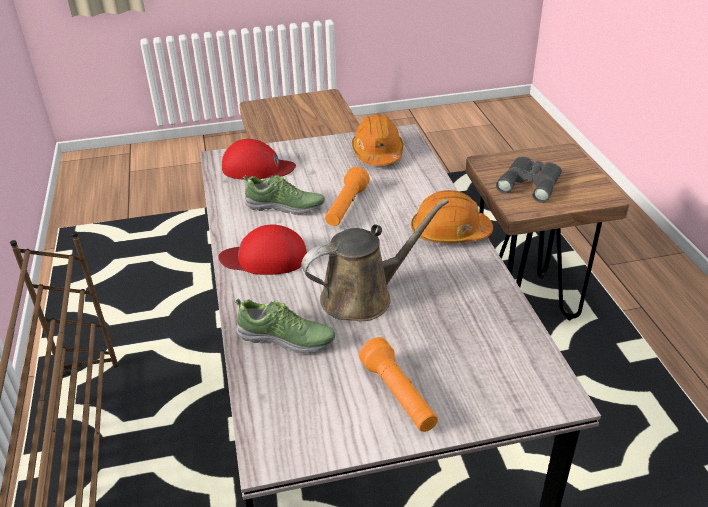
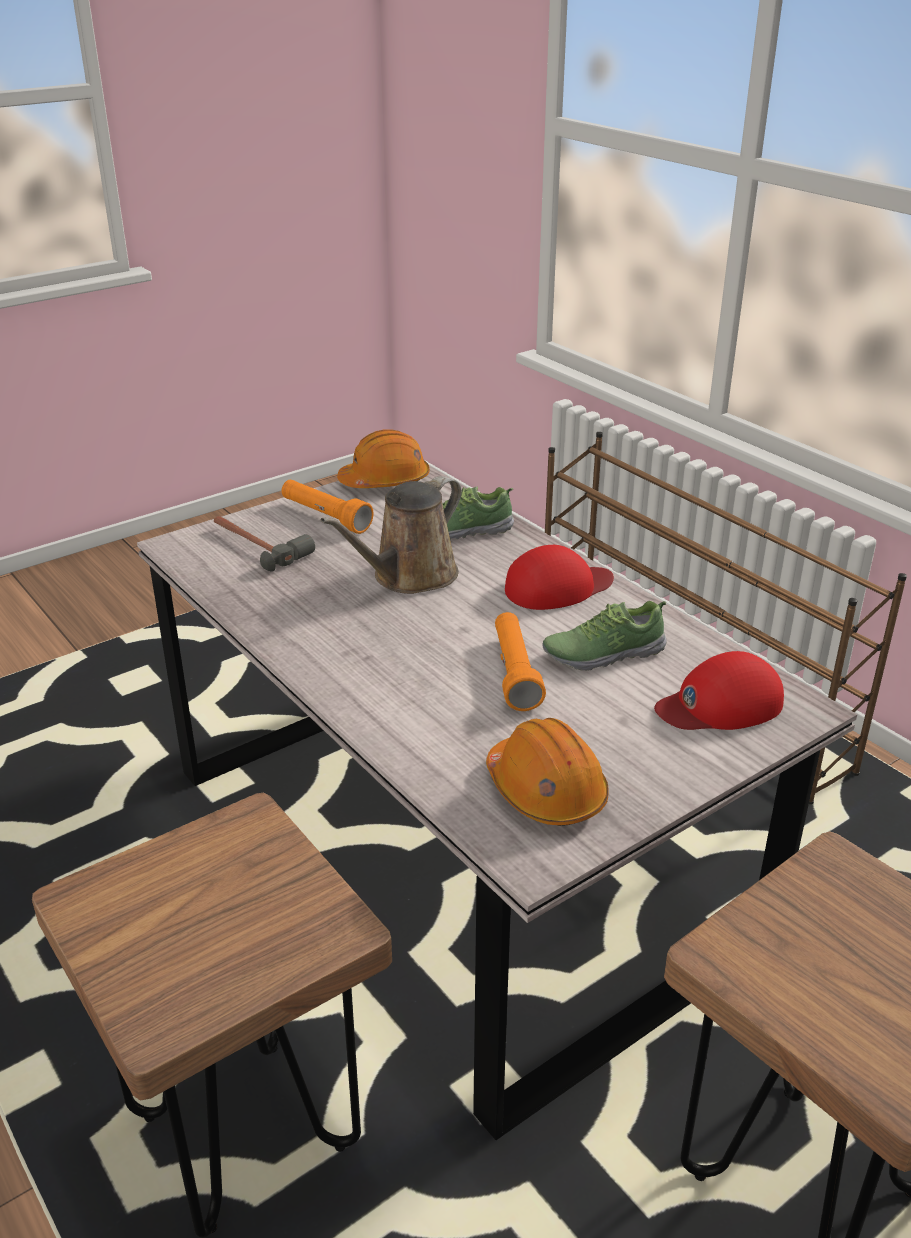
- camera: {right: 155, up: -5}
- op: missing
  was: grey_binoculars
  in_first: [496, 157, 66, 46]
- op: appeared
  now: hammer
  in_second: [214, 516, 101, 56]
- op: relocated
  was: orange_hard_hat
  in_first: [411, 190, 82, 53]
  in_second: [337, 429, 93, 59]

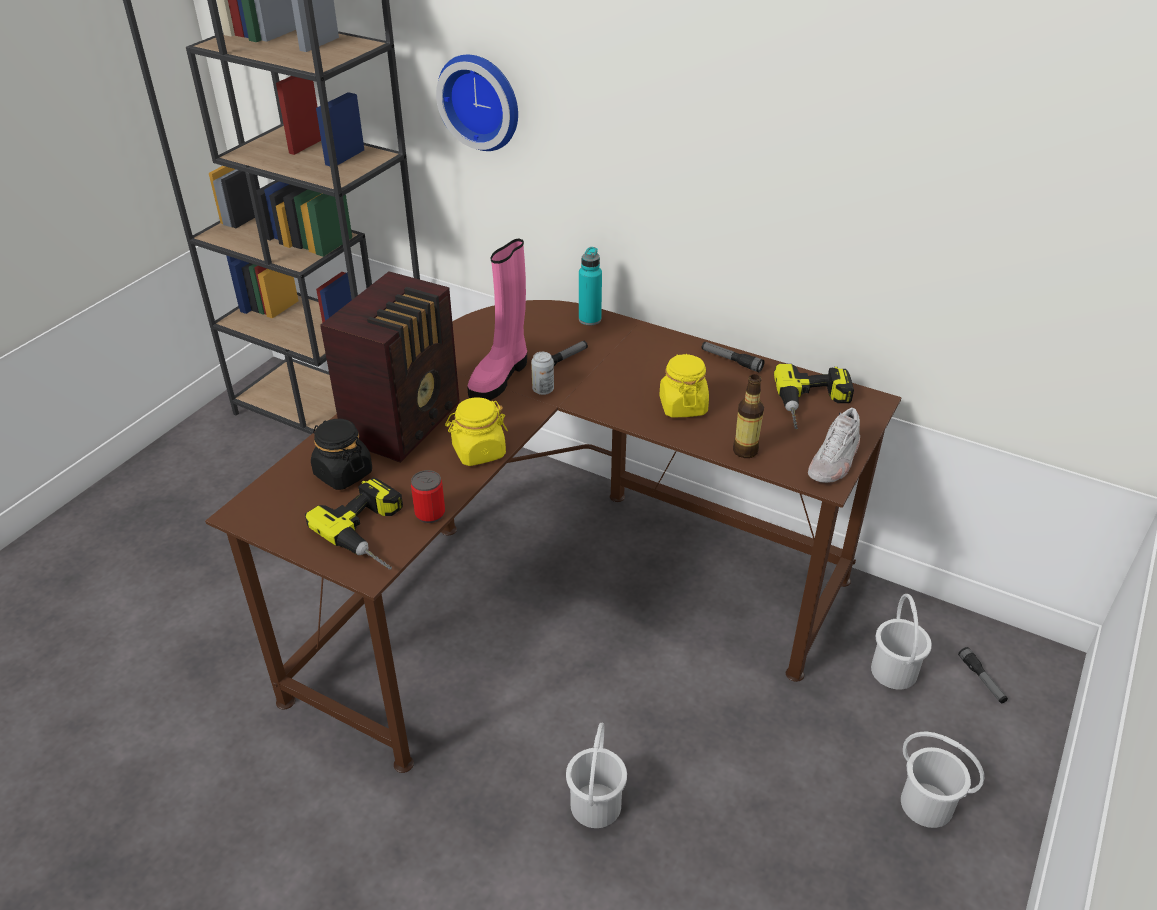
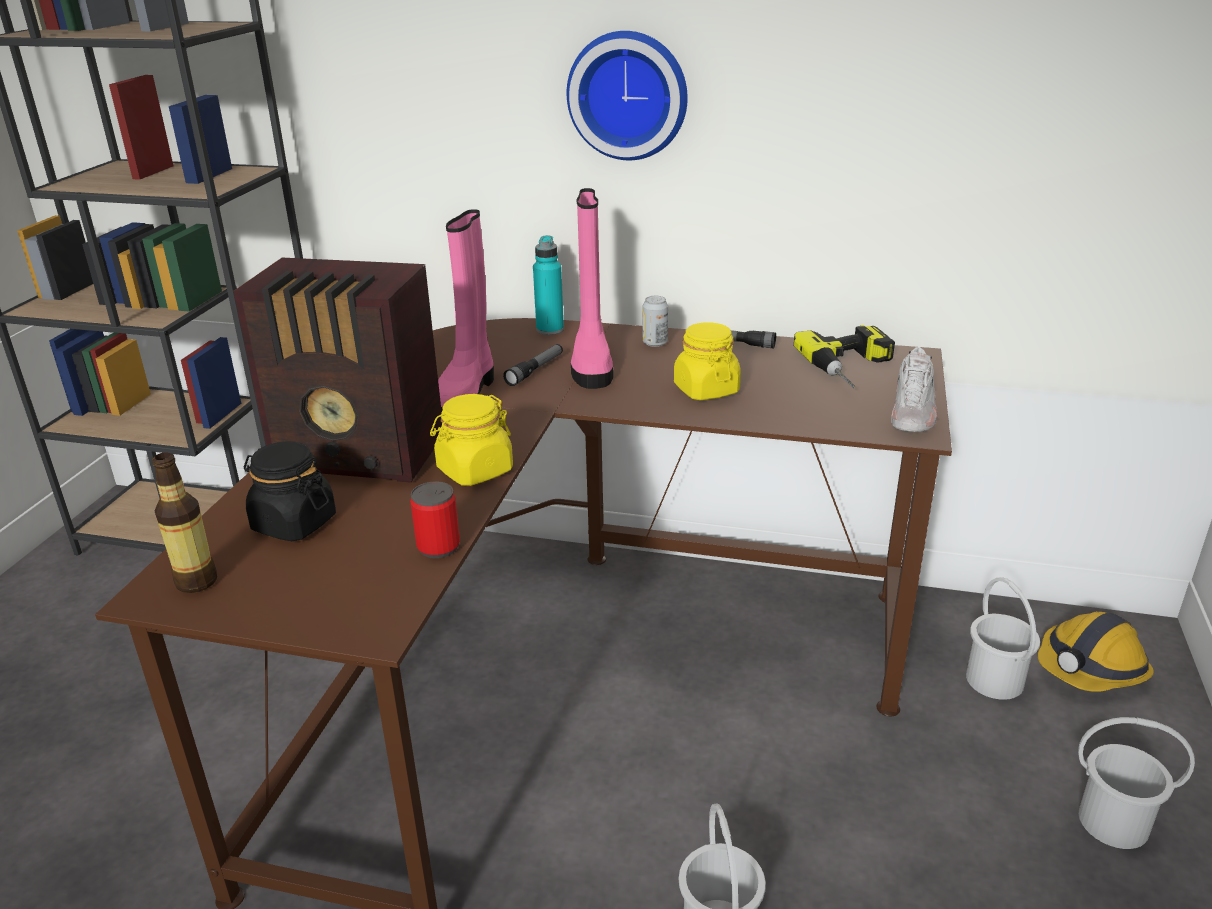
- camera: {right: -15, up: -10}
- op: missing
  was: power_drill
  in_first: [305, 478, 98, 92]
- op: appeared
  now: pink_boot
  in_second: [571, 188, 42, 201]
- op: relocated
  was: wall_clock
  in_first: [436, 55, 82, 96]
  in_second: [567, 31, 121, 129]
- op: relocated
  was: can
  in_first: [531, 352, 23, 43]
  in_second: [643, 296, 25, 51]
- op: relocated
  was: bottle
  in_first: [733, 374, 31, 84]
  in_second: [152, 452, 65, 141]
- op: exchanged
  was: flashlight
  now: hard_hat
  in_first: [958, 647, 50, 56]
  in_second: [1038, 611, 116, 81]
- op: spun
  was: radio
  in_first: [320, 271, 140, 192]
  in_second: [233, 258, 209, 225]
  clockwise: 90

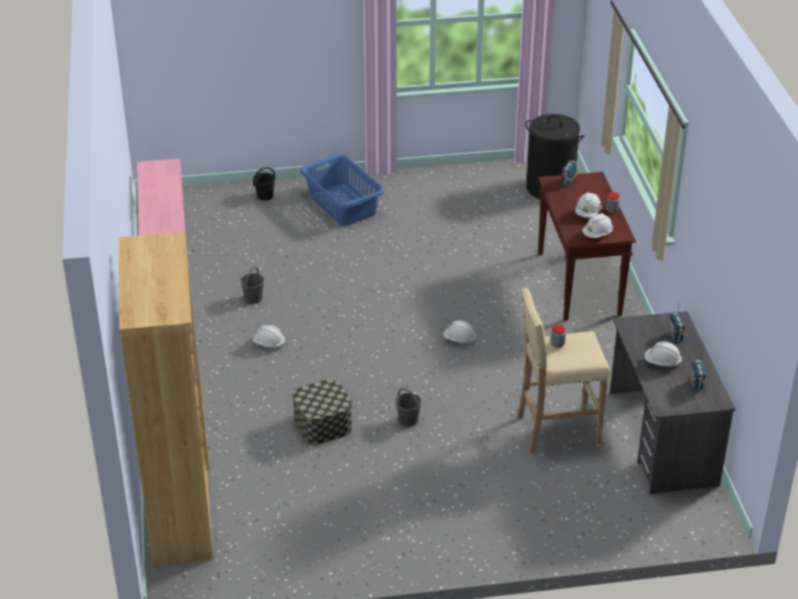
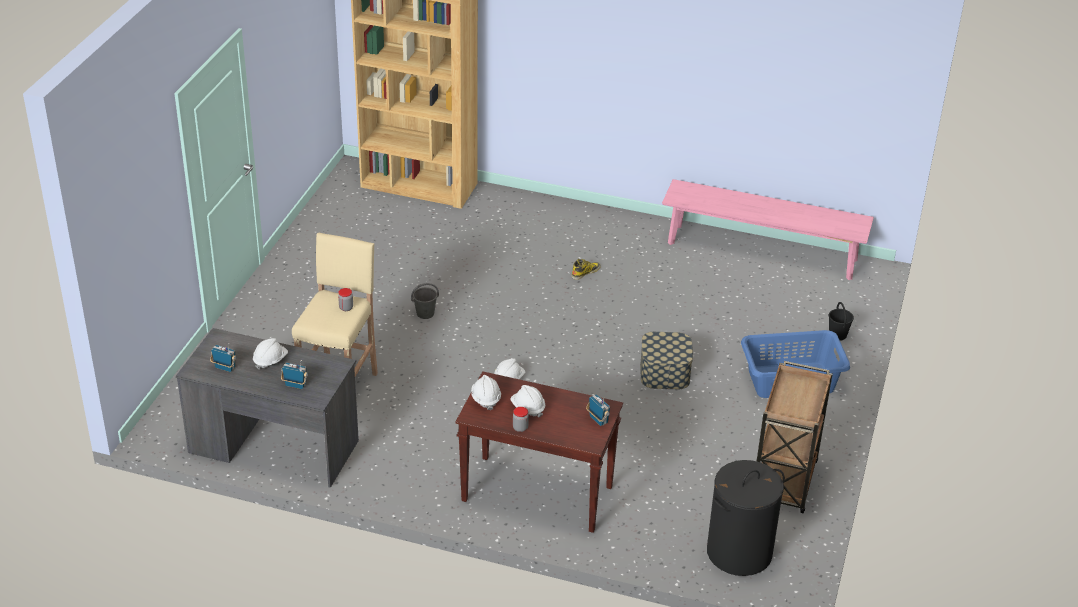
- camera: {right: 115, up: 0}
- op: missing
  was: grey_bucket
  in_first: [240, 267, 24, 37]
- op: appeared
  now: brown_cart
  in_second: [757, 361, 76, 152]
- op: relocated
  was: storage_box
  in_first: [292, 379, 60, 65]
  in_second: [640, 332, 53, 57]
- op: exchanged
  was: white_hard_hat
  now: boot
  in_first: [253, 325, 32, 23]
  in_second: [571, 259, 30, 21]

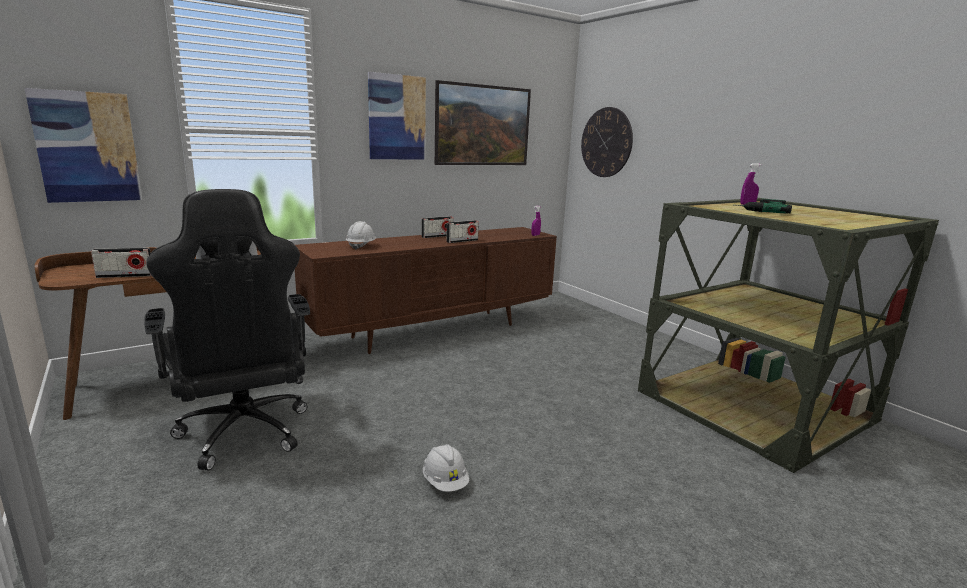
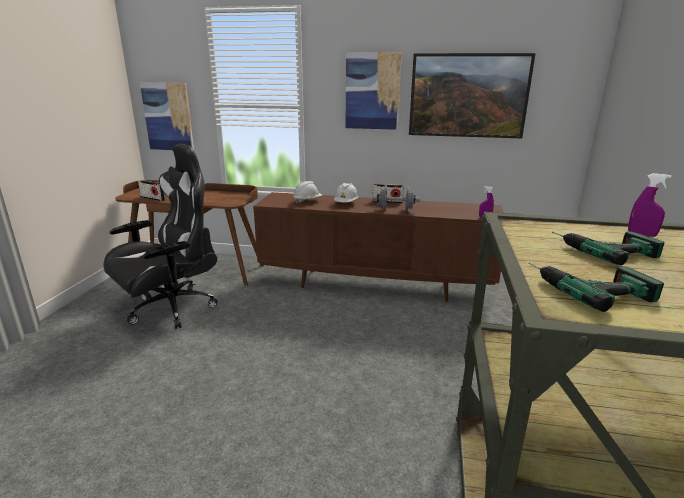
- camera: {right: 45, up: 5}
- op: missing
  was: wall_clock
  in_first: [581, 107, 52, 70]
- op: appeared
  now: power_drill
  in_second: [529, 263, 135, 49]
- op: relocated
  was: white_hard_hat
  in_first: [423, 444, 46, 48]
  in_second: [334, 183, 24, 19]
- op: exchanged
  was: radio
  now: grey_dumbbell
  in_first: [446, 220, 33, 23]
  in_second: [373, 186, 47, 26]
- op: spun
  was: black_office_chair
  in_first: [144, 189, 166, 281]
  in_second: [103, 144, 114, 185]
  clockwise: -150

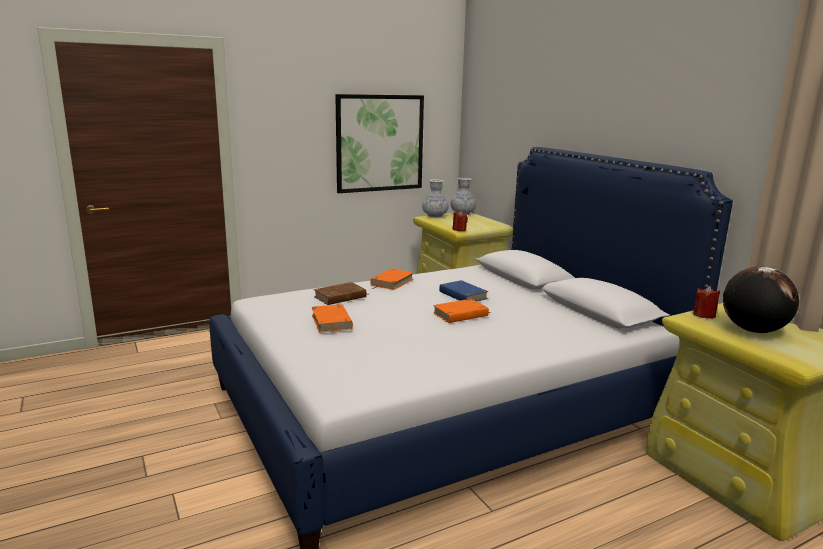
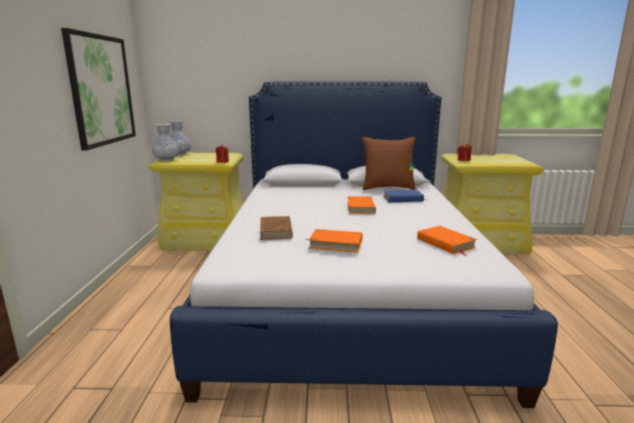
- camera: {right: -60, up: 0}
- op: missing
  was: globe
  in_first: [723, 266, 76, 67]
- op: appeared
  now: brown_pillow
  in_second: [362, 137, 54, 53]
- op: relocated
  was: orange_book
  in_first: [370, 269, 44, 21]
  in_second: [417, 226, 60, 30]
- op: relocated
  was: blue_book
  in_first: [439, 280, 50, 21]
  in_second: [383, 190, 41, 12]

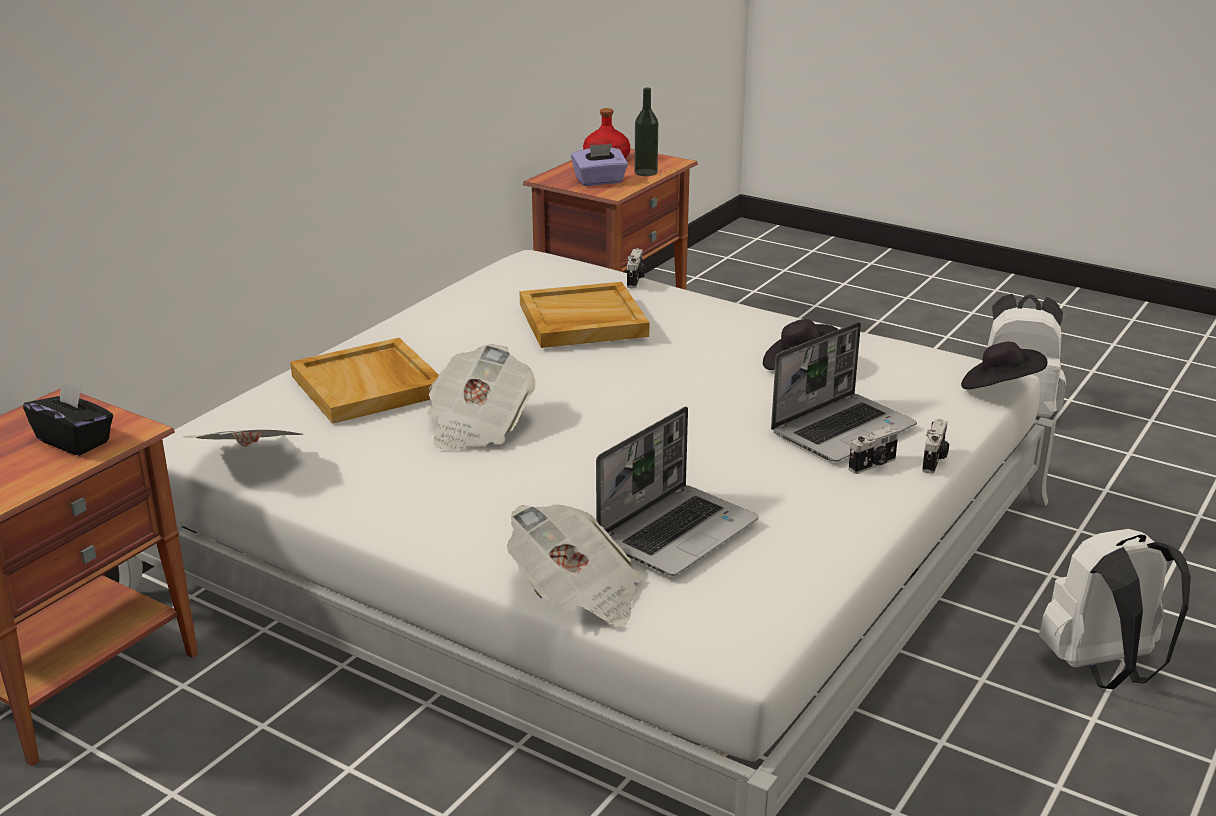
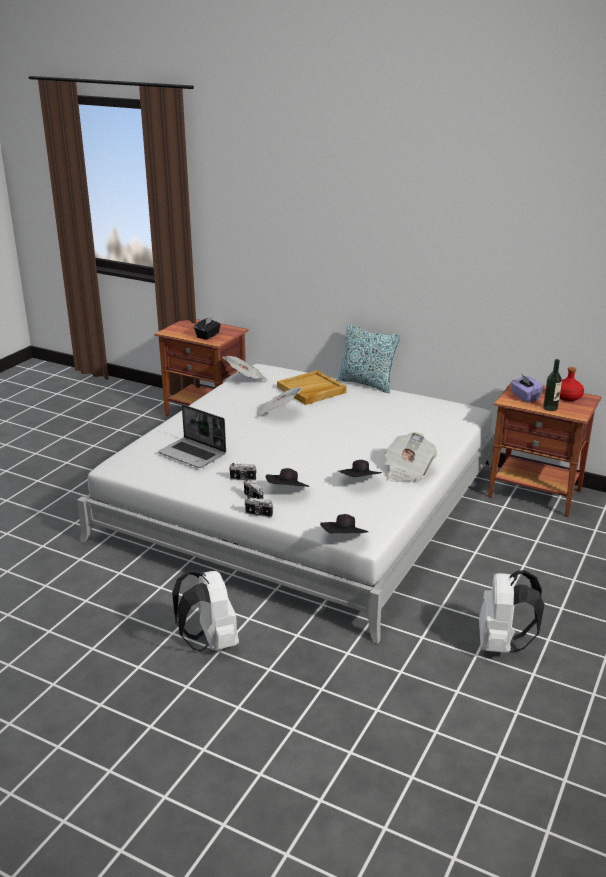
- camera: {right: 85, up: 0}
- op: missing
  was: beige_tray
  in_first: [519, 282, 131, 66]
- op: appeared
  now: pillow
  in_second: [336, 324, 65, 69]
- op: relocated
  was: newspaper
  in_first: [507, 504, 135, 122]
  in_second: [384, 432, 53, 50]
- op: relocated
  was: photo_camera
  in_first: [627, 248, 19, 40]
  in_second: [229, 463, 28, 18]
- op: exchanged
  was: laptop
  now: black_hat
  in_first: [771, 322, 146, 140]
  in_second: [266, 468, 43, 19]

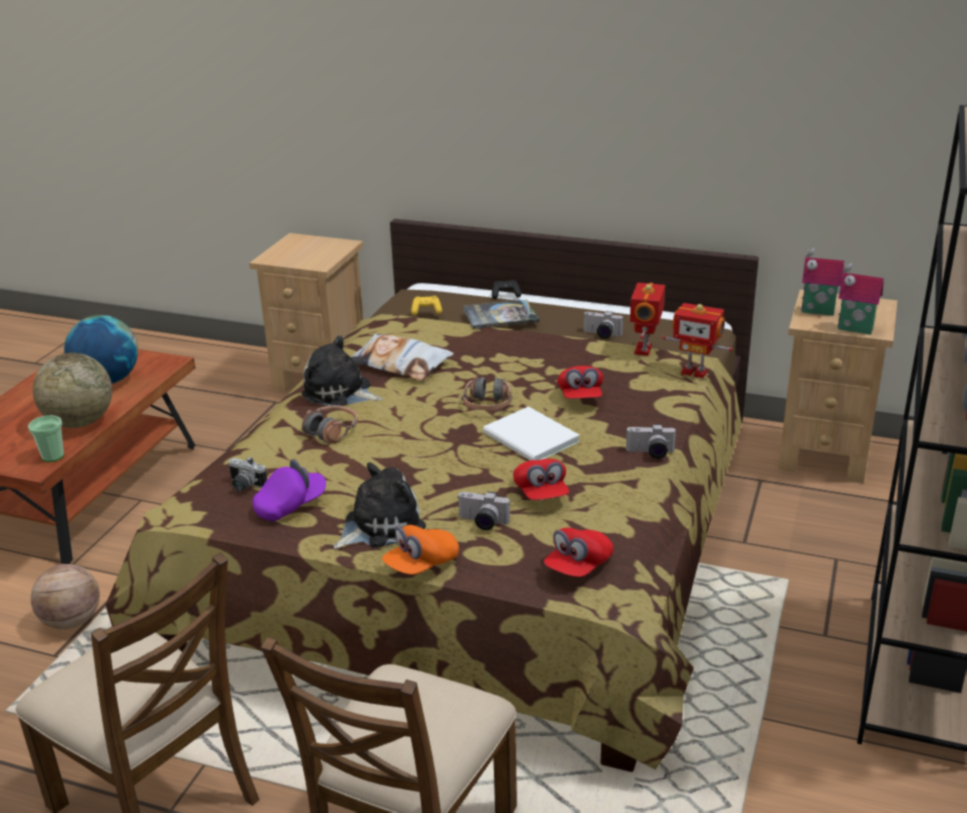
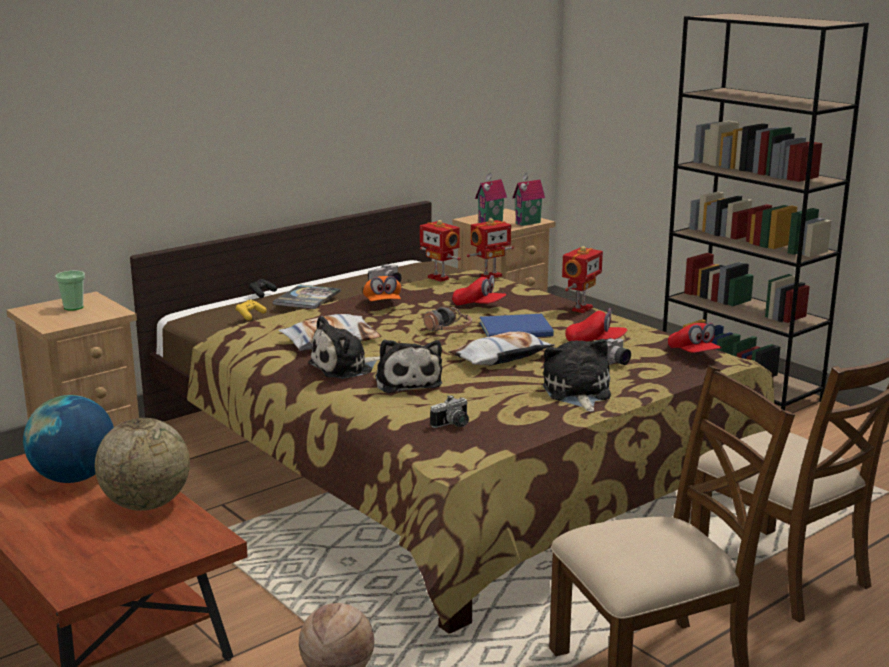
- camera: {right: -60, up: -10}
- op: missing
  was: purple_cap
  in_first: [253, 459, 73, 62]
- op: appeared
  now: pillow
  in_second: [448, 332, 107, 34]
- op: relocated
  was: cup
  in_first: [28, 415, 36, 47]
  in_second: [55, 271, 30, 40]
- op: relocated
  was: orange_cap
  in_first: [382, 525, 77, 50]
  in_second: [363, 276, 38, 25]
- op: exchanged
  was: headphones
  now: plush_toy
  in_first: [302, 405, 56, 38]
  in_second: [375, 340, 67, 53]
- op: exchanged
  was: photo_camera
  now: toy_robot
  in_first: [626, 424, 51, 35]
  in_second: [562, 246, 41, 67]
- op: colour
  was: white_book
  now: blue_book
  in_first: [483, 406, 97, 54]
  in_second: [480, 314, 74, 23]

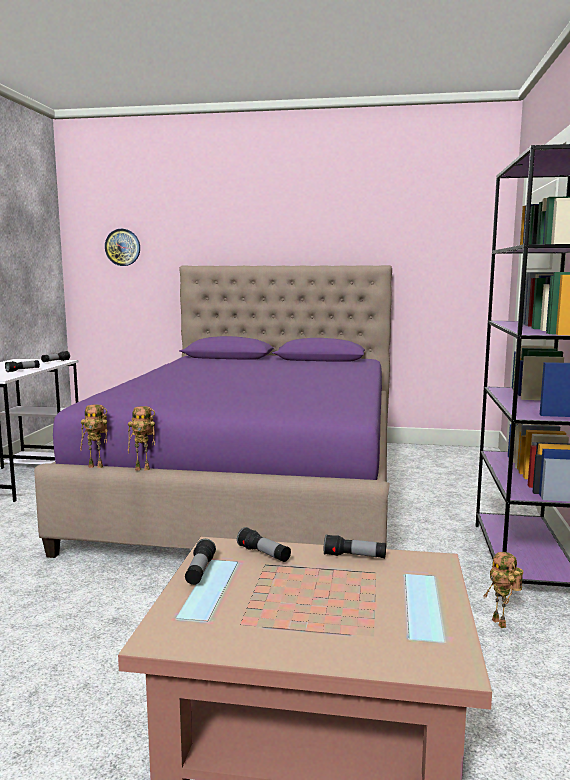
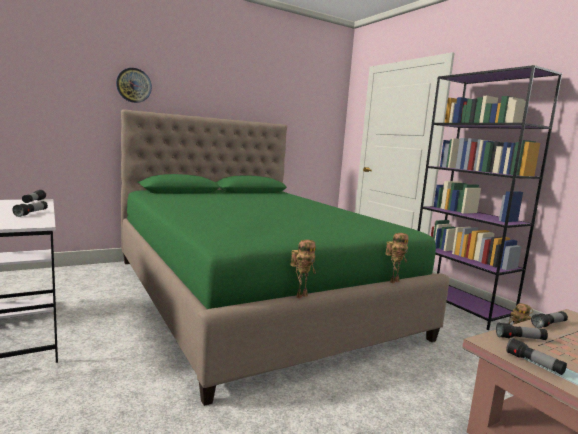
- camera: {right: -40, up: 0}
- op: relocated
  was: toy_robot
  in_first: [80, 405, 28, 63]
  in_second: [385, 233, 24, 50]
- op: relocated
  was: wall_clock
  in_first: [105, 229, 35, 37]
  in_second: [116, 68, 36, 35]
- op: colour
  was: purple_bed
  now: green_bed
  in_first: [34, 265, 358, 293]
  in_second: [121, 109, 329, 297]

